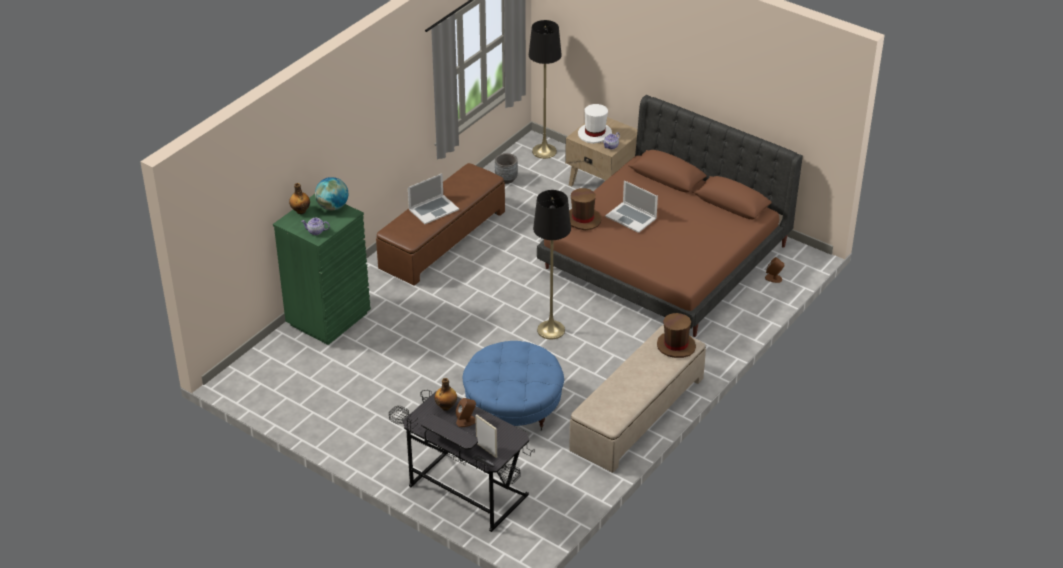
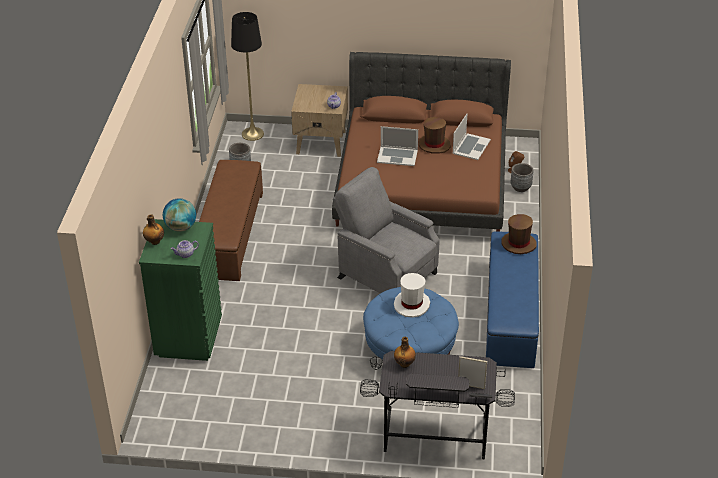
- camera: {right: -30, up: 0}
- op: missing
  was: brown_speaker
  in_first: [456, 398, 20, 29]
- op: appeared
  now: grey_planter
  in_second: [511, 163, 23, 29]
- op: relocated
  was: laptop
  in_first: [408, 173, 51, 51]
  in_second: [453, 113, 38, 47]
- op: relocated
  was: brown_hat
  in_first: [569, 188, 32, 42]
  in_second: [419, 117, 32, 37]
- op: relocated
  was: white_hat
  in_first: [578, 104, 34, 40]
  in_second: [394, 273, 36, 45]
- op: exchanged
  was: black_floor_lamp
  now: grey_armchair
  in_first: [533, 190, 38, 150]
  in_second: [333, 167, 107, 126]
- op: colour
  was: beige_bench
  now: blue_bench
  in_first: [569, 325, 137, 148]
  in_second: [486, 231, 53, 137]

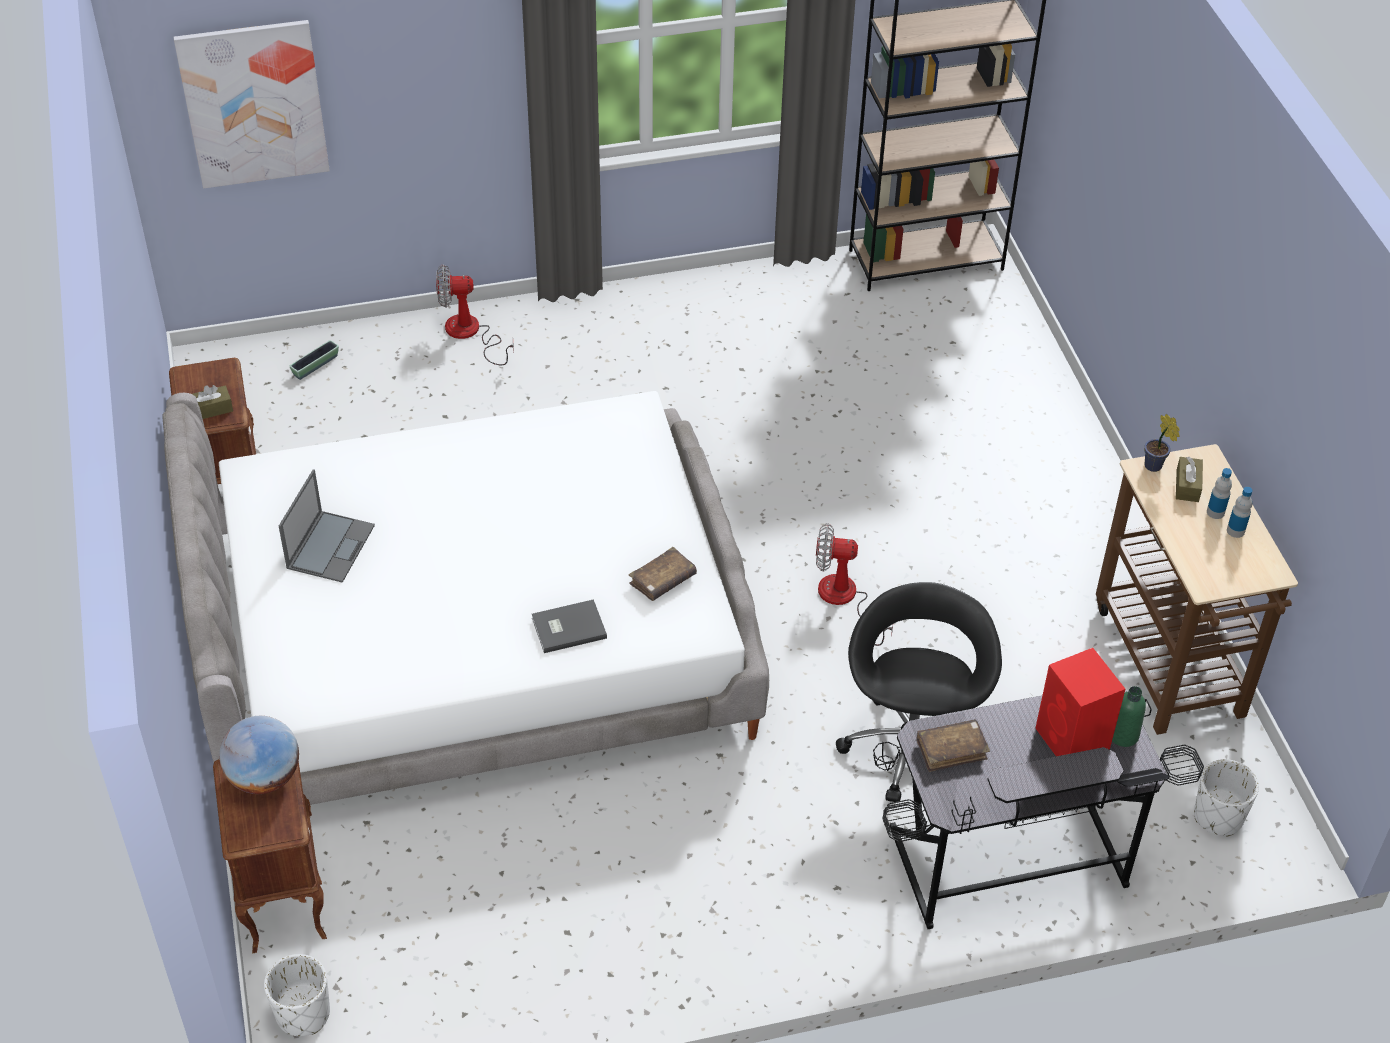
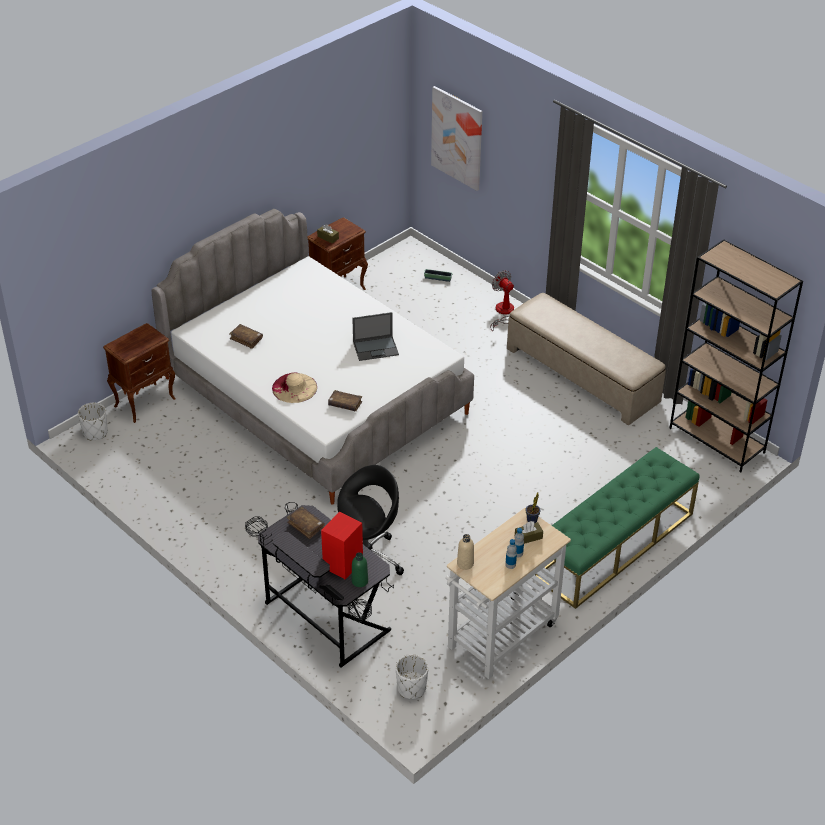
- camera: {right: 60, up: -5}
- op: missing
  was: globe
  in_first: [219, 716, 80, 78]
- op: missing
  was: fan
  in_first: [816, 523, 77, 123]
- op: appeared
  now: brown_book
  in_second: [229, 324, 34, 25]
- op: appeared
  now: beige_bottle
  in_second: [457, 534, 17, 36]
- op: appeared
  now: beige_bench
  in_second: [507, 293, 159, 132]
- op: appeared
  now: green_bench
  in_second: [535, 447, 164, 162]
- op: relocated
  was: laptop
  in_first: [279, 469, 96, 114]
  in_second: [352, 312, 47, 49]
- op: exchanged
  was: grey_book
  now: beige_hat
  in_first: [532, 599, 75, 54]
  in_second: [272, 372, 45, 31]
- op: colour
  was: brown_cart
  now: white_cart
  in_first: [1096, 444, 202, 291]
  in_second: [445, 508, 126, 171]

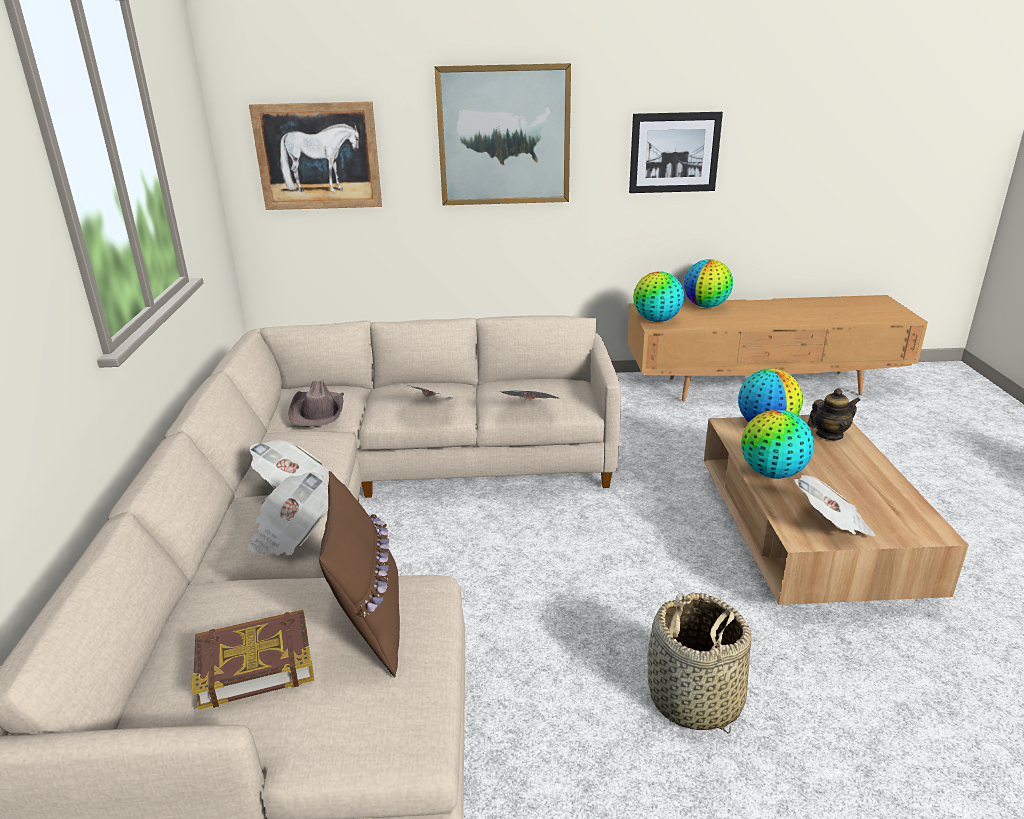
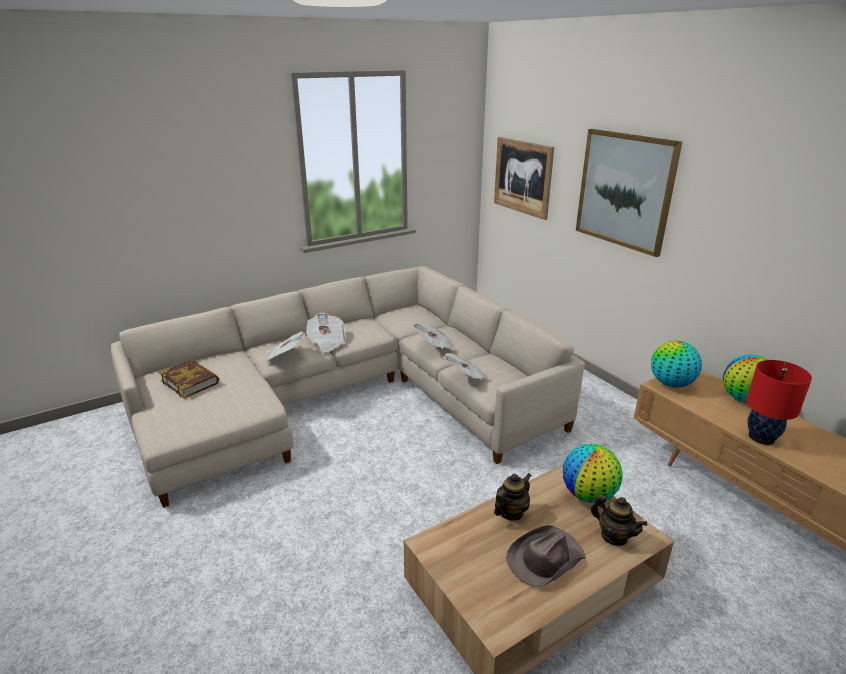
- camera: {right: 60, up: 0}
- op: missing
  was: brown_pillow
  in_first: [319, 471, 81, 206]
- op: missing
  was: picture
  in_first: [629, 112, 94, 81]
- op: missing
  was: basket
  in_first: [647, 592, 105, 142]
- op: missing
  was: newspaper
  in_first: [794, 475, 82, 62]
- op: appeared
  now: red_table_lamp
  in_second: [746, 360, 66, 85]
- op: relocated
  was: brown_hat
  in_first: [288, 381, 56, 46]
  in_second: [506, 525, 80, 62]
- op: exchanged
  was: globe
  now: teapot
  in_first: [741, 410, 73, 69]
  in_second: [494, 473, 38, 48]

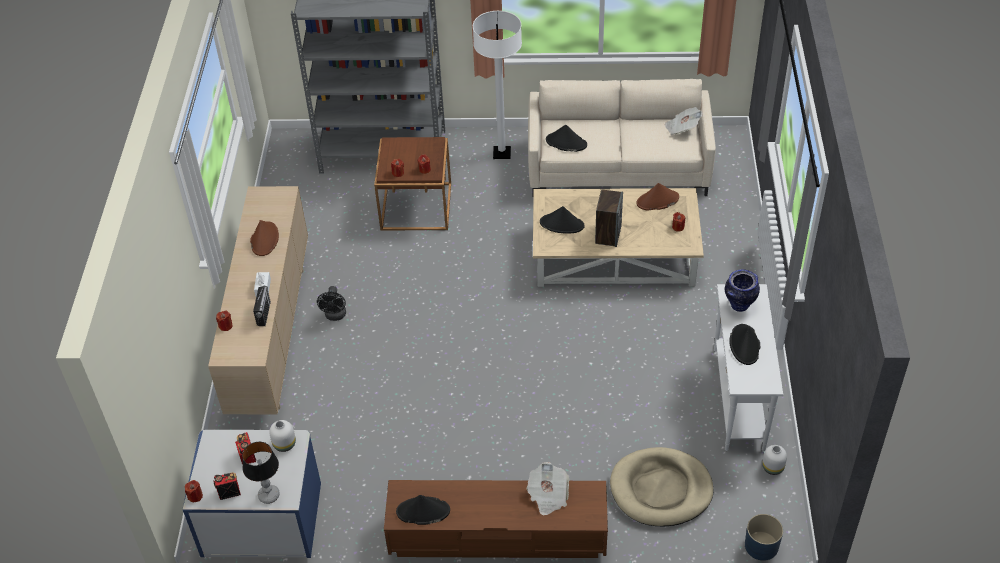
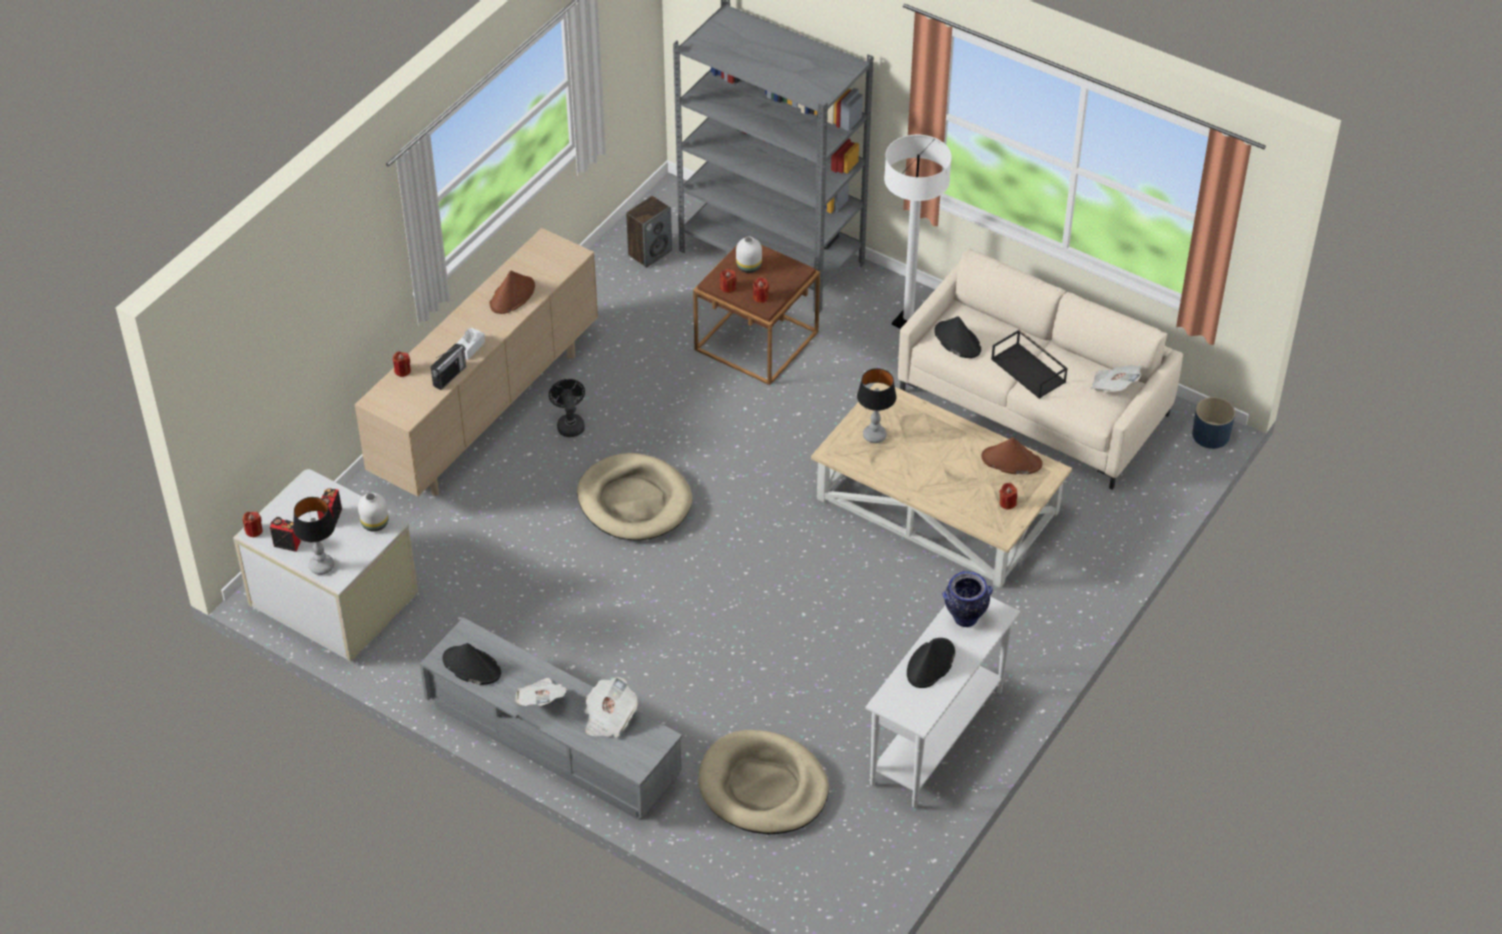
- camera: {right: 30, up: 0}
- op: appeared
  now: newspaper
  in_second: [515, 678, 52, 28]
- op: appeared
  now: beige_dog_bed
  in_second: [577, 453, 115, 88]
- op: appeared
  now: black_tray
  in_second: [991, 330, 77, 69]
- op: relocated
  was: speaker
  in_first: [595, 189, 28, 58]
  in_second: [626, 196, 46, 72]
- op: relocated
  was: blue_planter
  in_first: [745, 514, 38, 47]
  in_second: [1192, 397, 43, 52]
- op: relocated
  was: white_vase
  in_first: [762, 445, 25, 30]
  in_second: [736, 236, 26, 37]
- op: exchanged
  was: black_hat
  now: table_lamp
  in_first: [540, 206, 45, 28]
  in_second: [857, 368, 39, 75]
- op: colour
  was: blue_nightstand
  now: beige_nightstand
  in_first: [182, 430, 139, 128]
  in_second: [233, 469, 185, 193]
- op: colour
  was: brown_tv_stand
  now: grey_tv_stand
  in_first: [384, 480, 224, 78]
  in_second: [420, 617, 262, 202]
- op: spun
  was: black_fan
  in_first: [317, 286, 29, 35]
  in_second: [549, 379, 36, 58]
  clockwise: 135

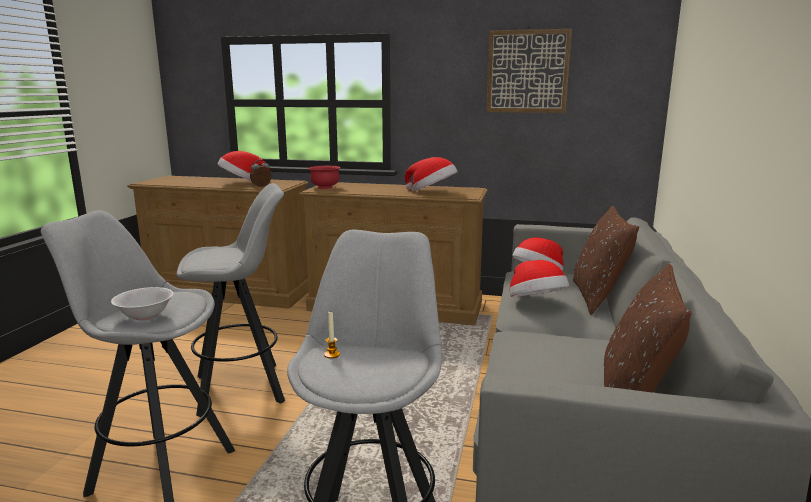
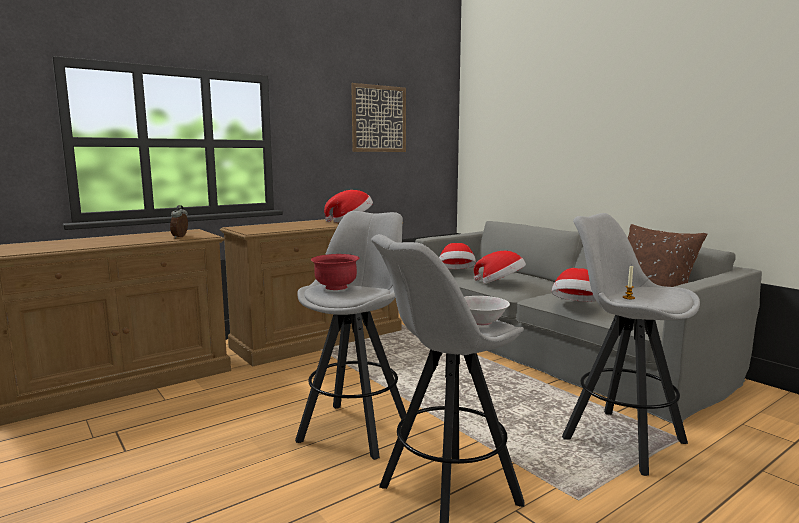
- camera: {right: -50, up: -5}
- op: missing
  was: brown_pillow
  in_first: [573, 206, 66, 109]
- op: relocated
  was: hat
  in_first: [218, 151, 52, 30]
  in_second: [552, 268, 44, 34]
- op: relocated
  was: red_bowl
  in_first: [308, 166, 33, 23]
  in_second: [311, 254, 48, 36]

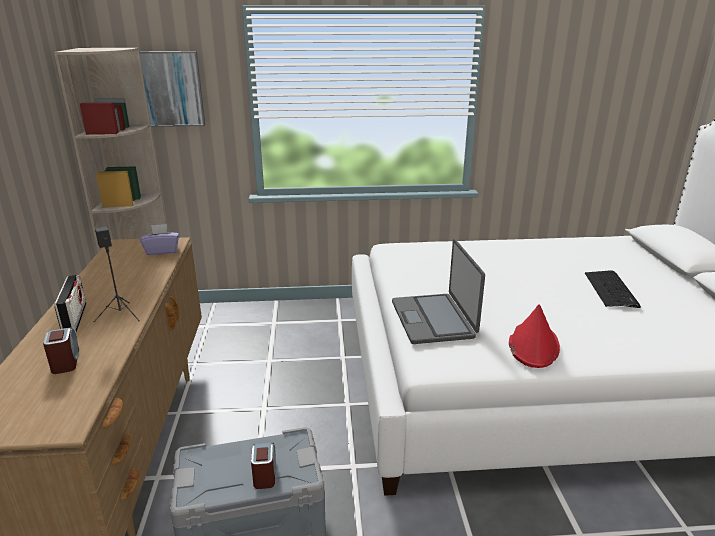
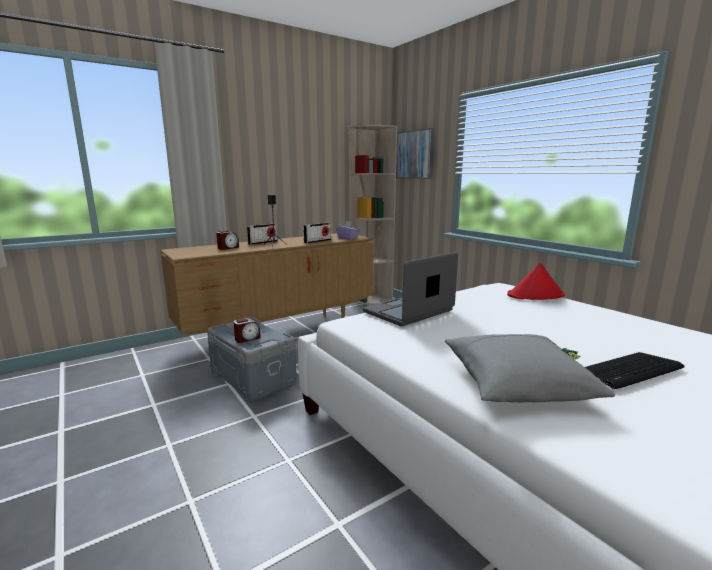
- camera: {right: 60, up: -10}
- op: appeared
  now: radio
  in_second: [303, 223, 28, 21]
- op: appeared
  now: grey_pillow
  in_second: [445, 334, 170, 68]
- op: relocated
  was: red_hat
  in_first: [509, 304, 51, 64]
  in_second: [507, 263, 58, 37]

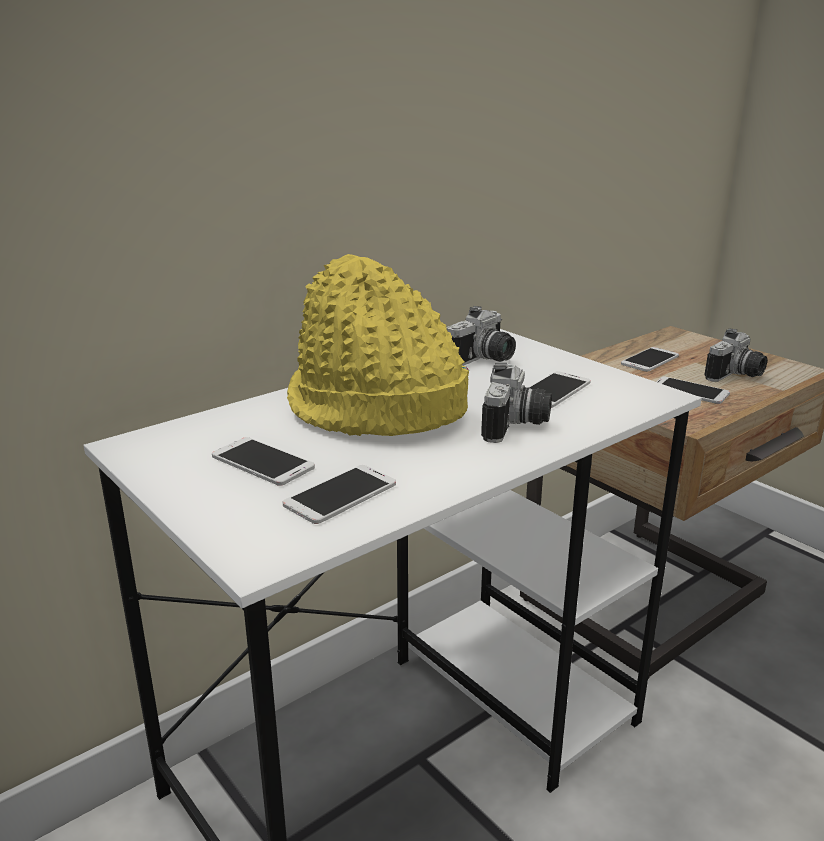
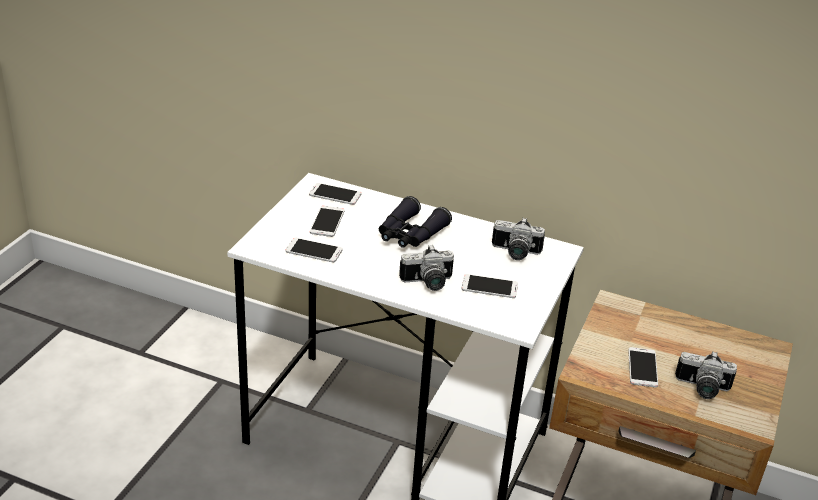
- camera: {right: 60, up: 10}
- op: relocated
  was: phone
  in_first: [621, 347, 58, 25]
  in_second: [309, 183, 53, 22]
- op: exchanged
  was: yellow_hat
  now: black_binoculars
  in_first: [287, 254, 182, 182]
  in_second: [379, 196, 73, 52]

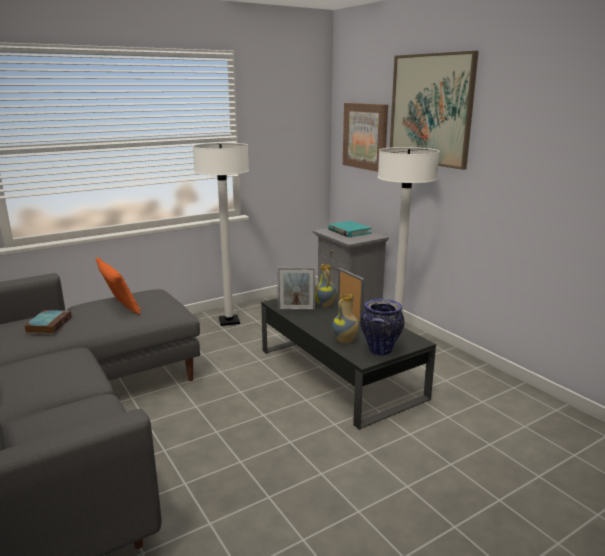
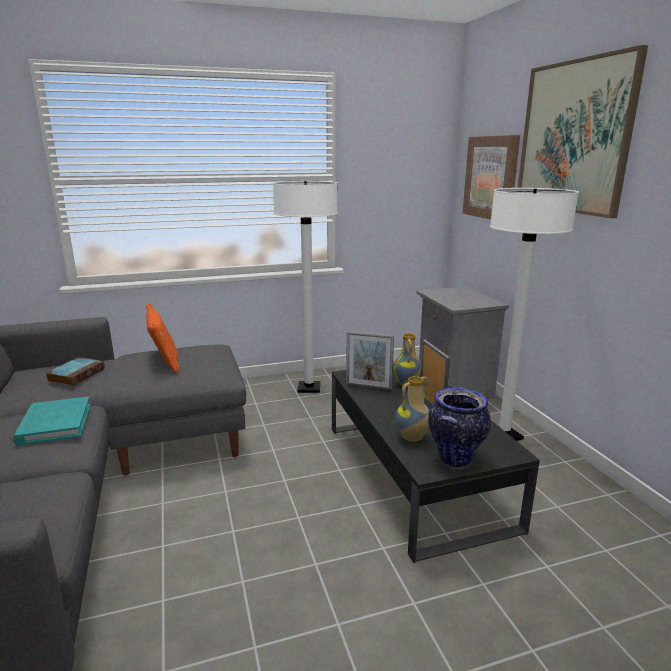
- camera: {right: 15, up: 0}
- op: relocated
  was: turquoise_book
  in_first: [328, 221, 43, 16]
  in_second: [13, 396, 78, 50]

